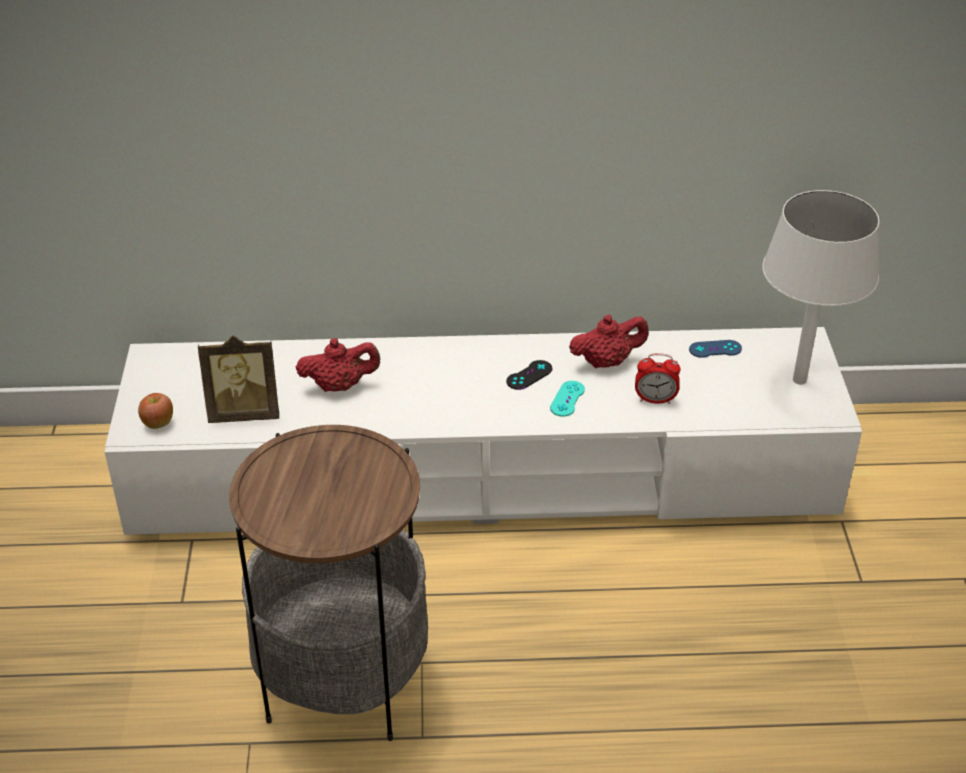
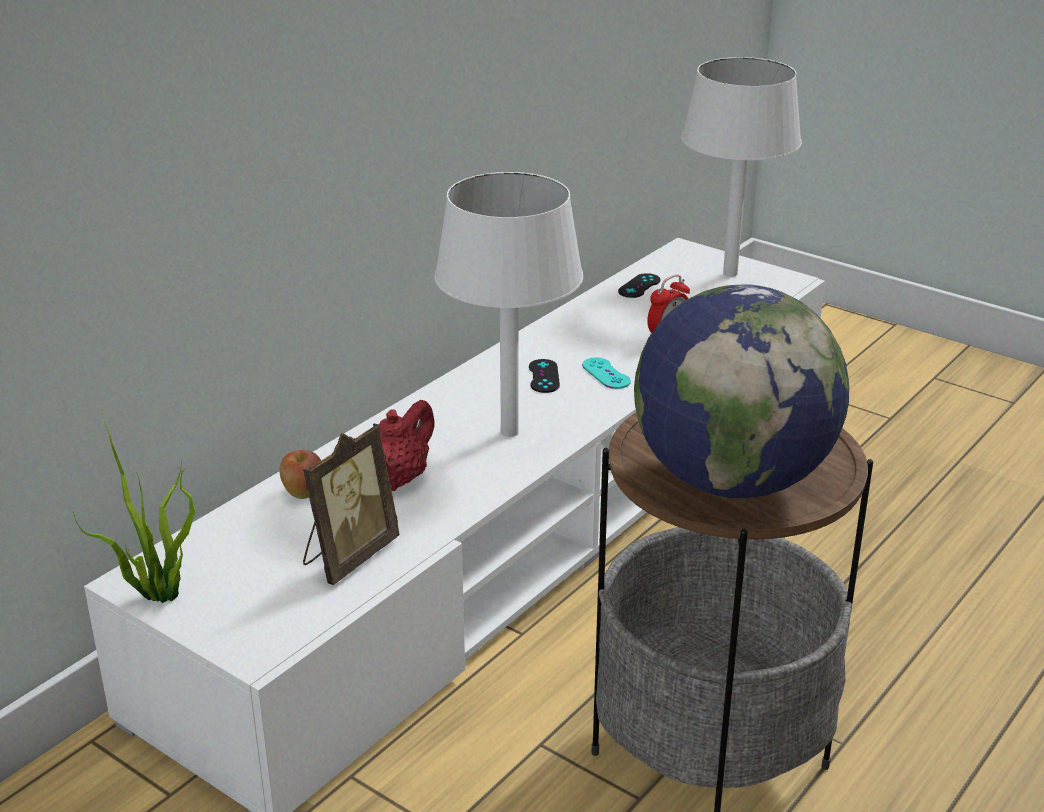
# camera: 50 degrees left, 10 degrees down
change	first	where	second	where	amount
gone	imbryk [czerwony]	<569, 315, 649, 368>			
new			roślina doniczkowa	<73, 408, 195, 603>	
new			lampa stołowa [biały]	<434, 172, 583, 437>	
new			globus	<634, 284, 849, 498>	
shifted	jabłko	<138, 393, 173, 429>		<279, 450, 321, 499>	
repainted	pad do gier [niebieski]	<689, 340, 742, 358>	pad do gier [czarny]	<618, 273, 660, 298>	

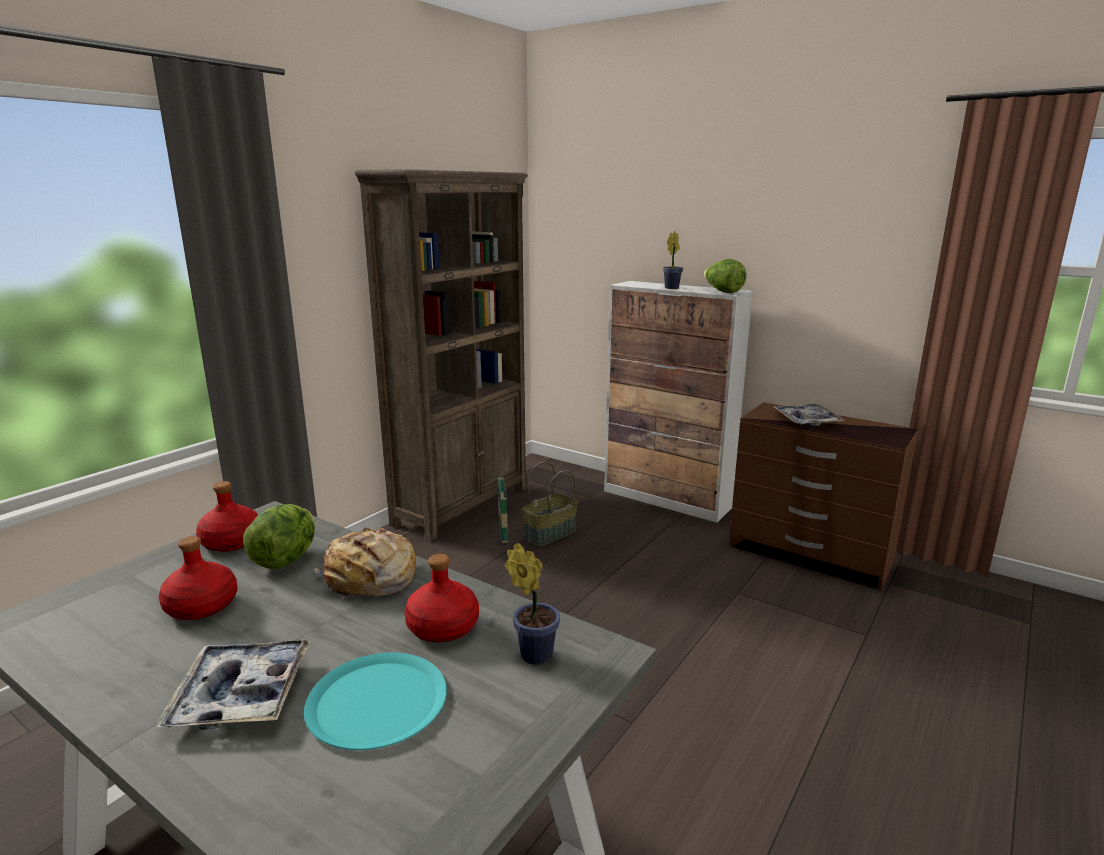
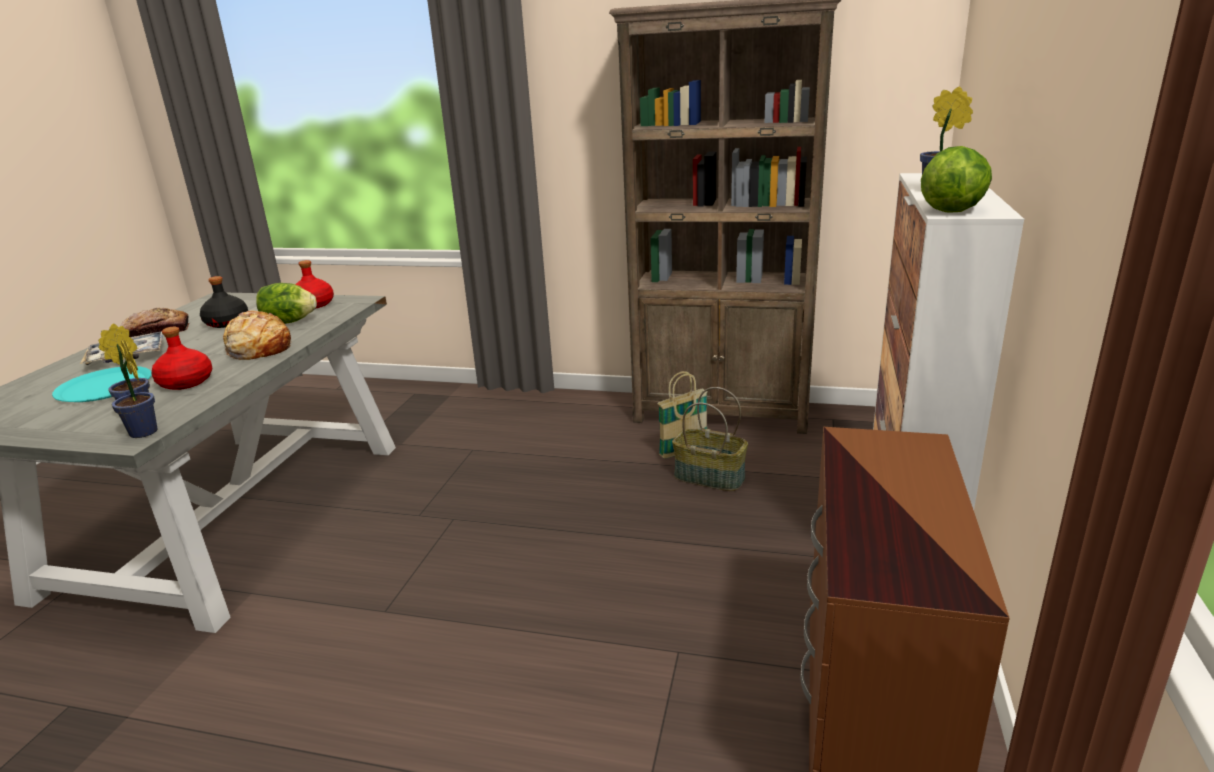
# camera: 70 degrees right, 5 degrees up
change	first	where	second	where	amount
gone	taca	<774, 404, 846, 427>			
new			roślina doniczkowa	<112, 340, 158, 438>	
new			chleb	<121, 308, 189, 337>	
repainted	butelka [czerwony]	<159, 536, 237, 620>	butelka [czarny]	<200, 276, 248, 328>	

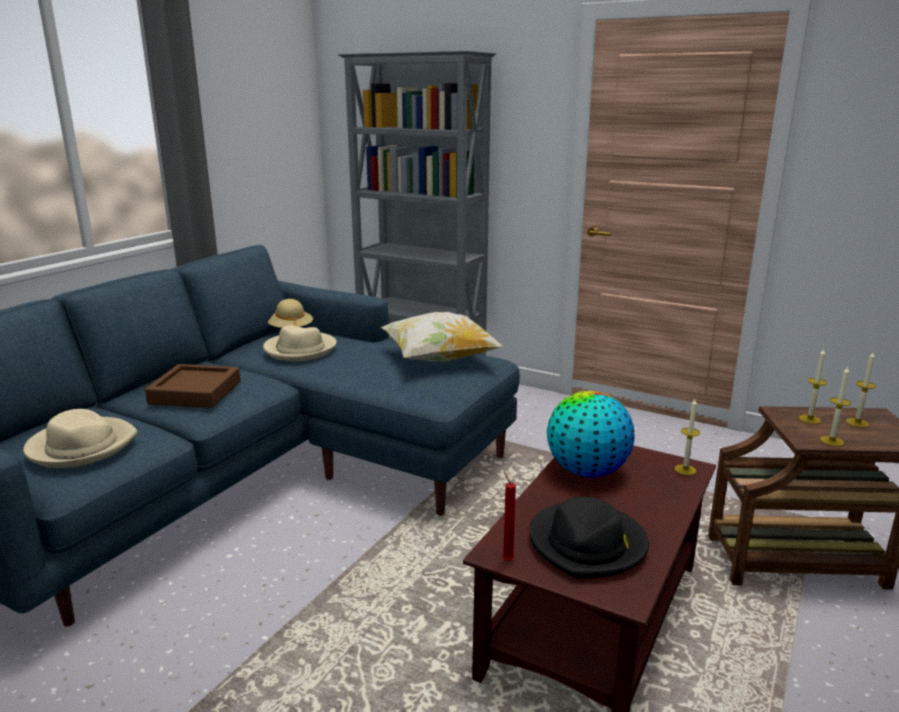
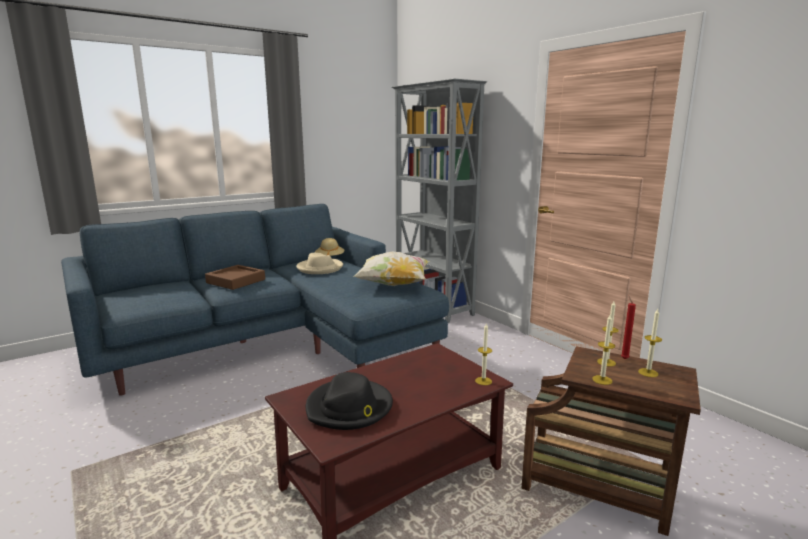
# camera: 25 degrees right, 5 degrees down
change	first	where	second	where	amount
gone	kapelusz [beżowy]	<23, 409, 138, 468>			
gone	globus	<547, 391, 634, 477>			
shifted	świeca [czerwony]	<502, 472, 516, 561>		<621, 296, 636, 359>	

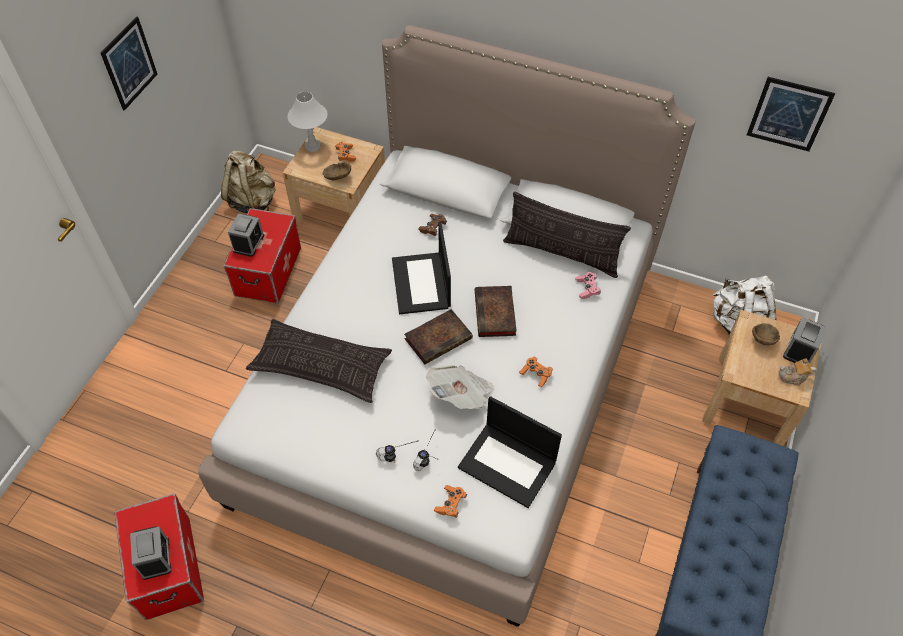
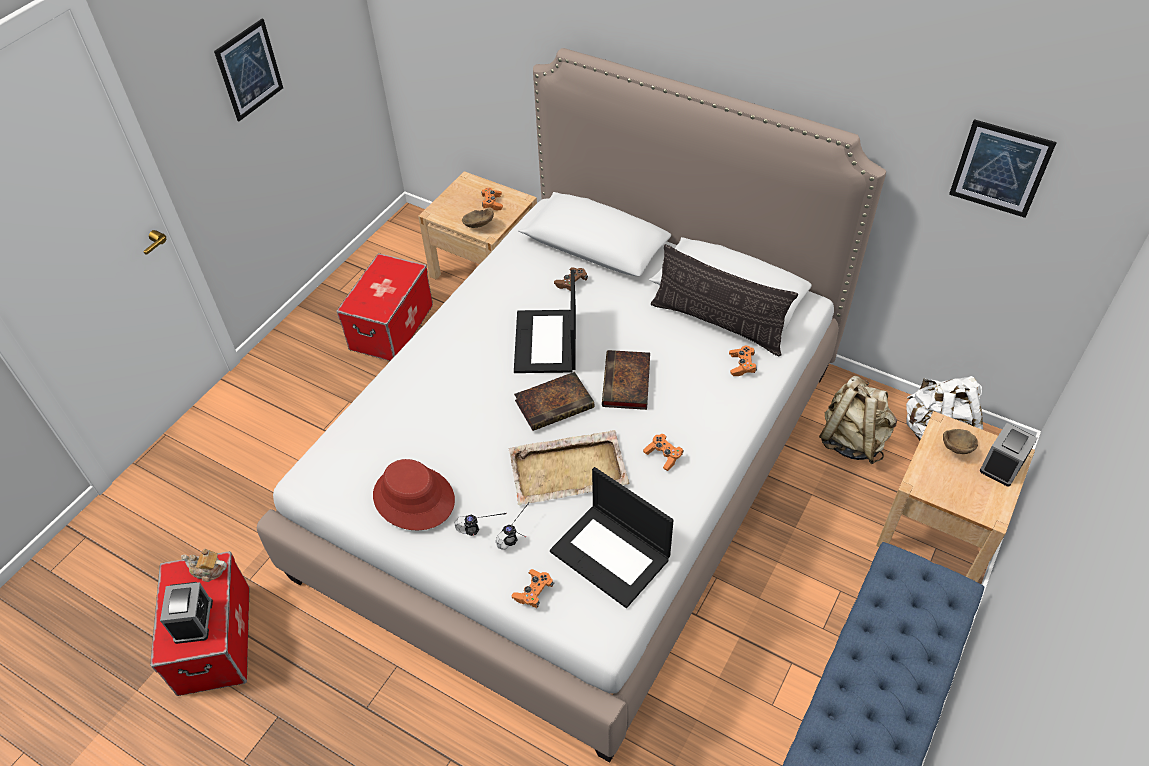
# camera: 10 degrees right, 5 degrees down
change	first	where	second	where	amount
gone	budzik	<228, 213, 264, 257>			
gone	poduszka	<246, 319, 392, 403>			
gone	lampa stołowa [biały]	<288, 91, 327, 152>			
new			kapelusz [czerwony]	<373, 459, 455, 531>	
shifted	plecak [beżowy]	<221, 151, 276, 213>		<819, 376, 897, 464>	
shifted	imbryk	<779, 358, 817, 386>		<181, 549, 227, 582>	
swapped	gazeta	<426, 365, 493, 409>	taca [beżowy]	<509, 430, 630, 506>	
repainted	pad do gier [różowy]	<575, 272, 601, 299>	pad do gier [pomarańczowy]	<729, 346, 757, 376>	

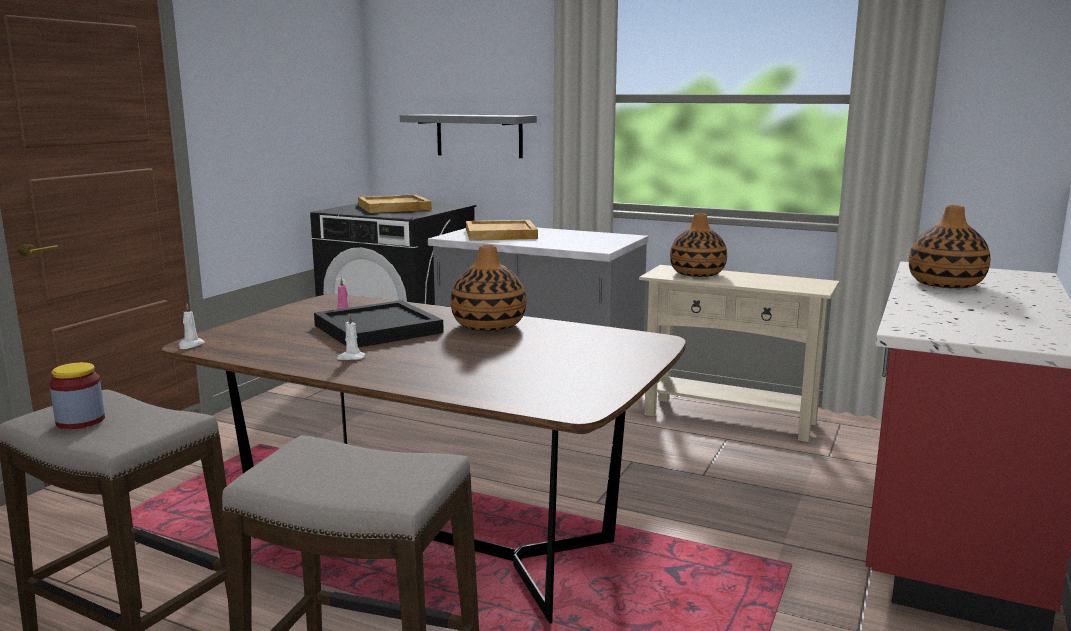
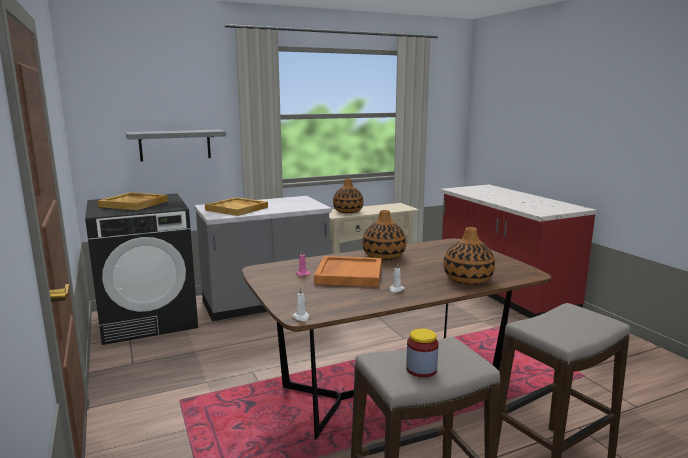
# camera: 50 degrees left, 0 degrees up
change	first	where	second	where	amount
shifted	wazon	<909, 205, 990, 288>		<444, 227, 495, 285>	
repainted	taca [czarny]	<314, 300, 444, 348>	taca [pomarańczowy]	<314, 256, 382, 287>	

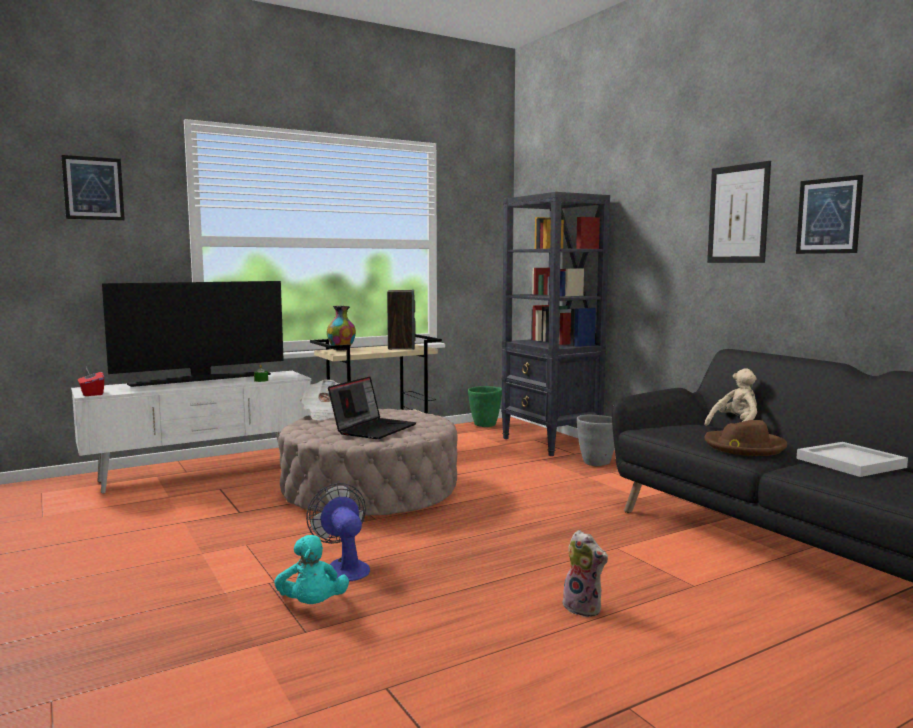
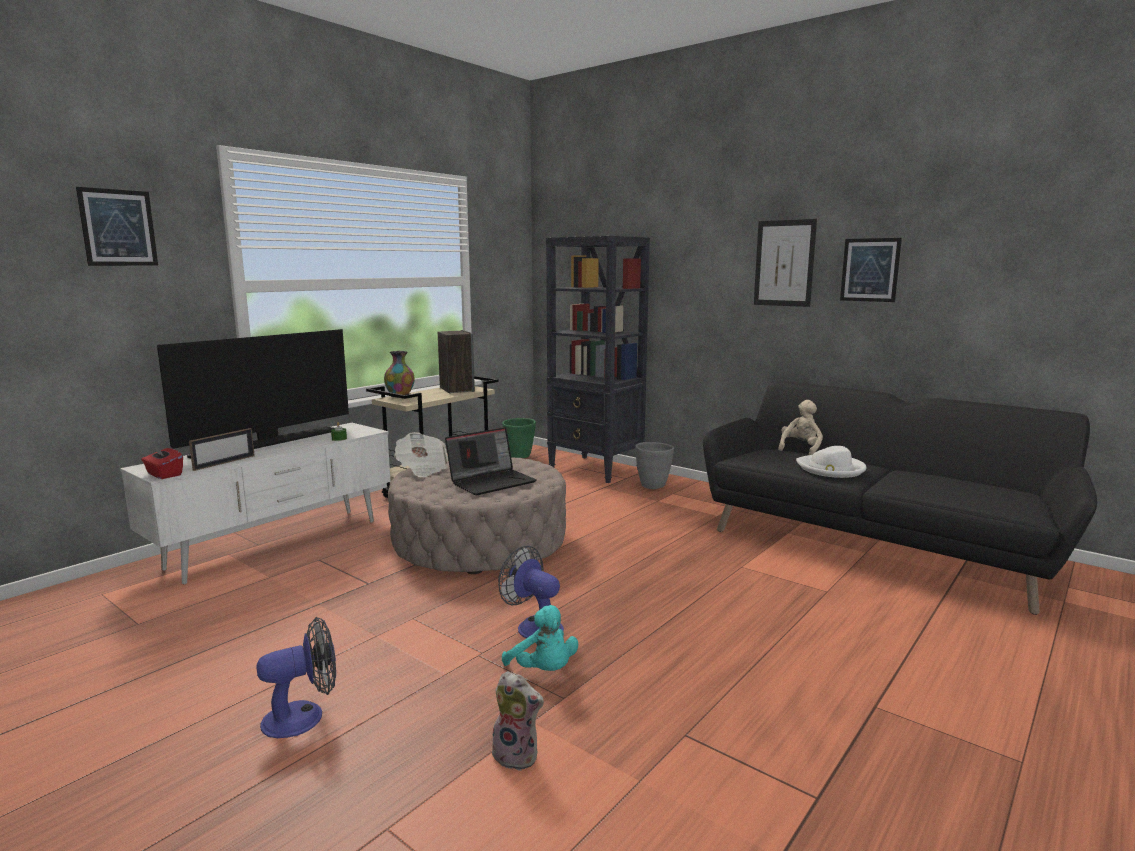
# camera: 20 degrees left, 5 degrees up
change	first	where	second	where	amount
gone	taca [biały]	<797, 442, 908, 477>			
new			ramka na zdjęcie	<189, 428, 255, 471>	
new			wentylator	<256, 617, 336, 738>	
shifted	pluszak	<562, 530, 608, 617>		<492, 671, 544, 771>	
repainted	kapelusz [brązowy]	<705, 420, 787, 456>	kapelusz [biały]	<796, 446, 866, 478>	
rotated	laptop	<328, 376, 416, 439>		<445, 427, 536, 495>	45 degrees clockwise

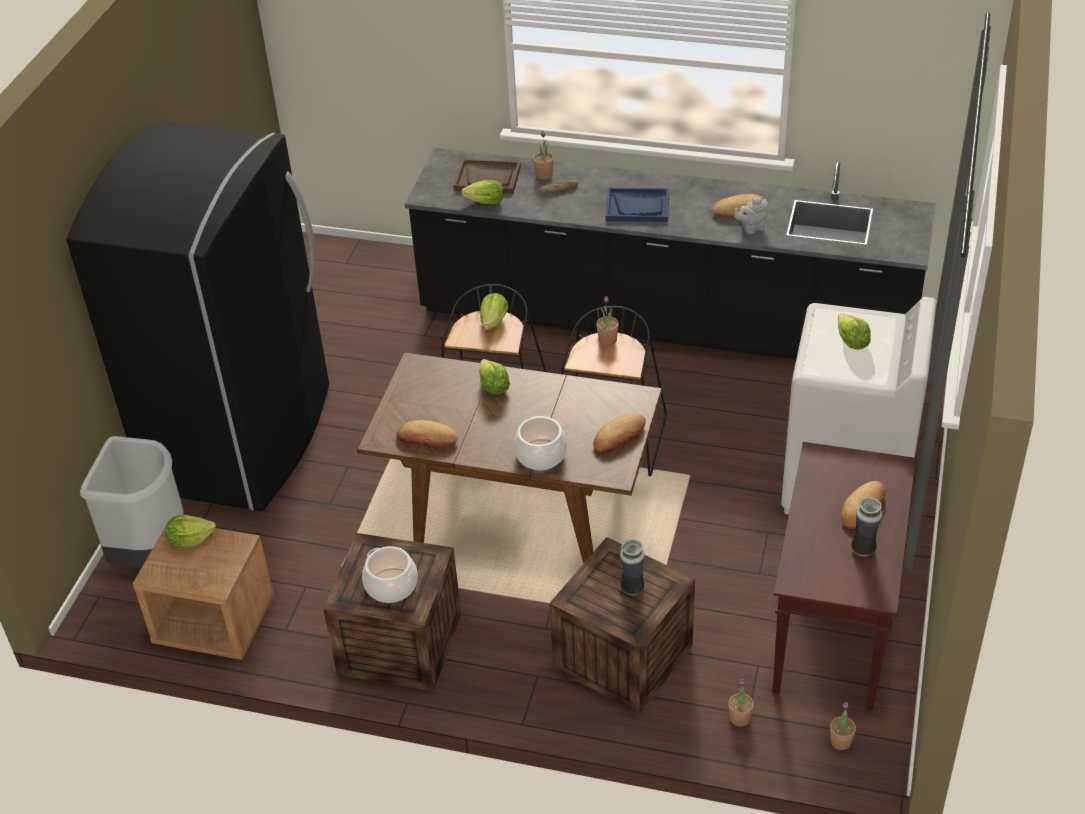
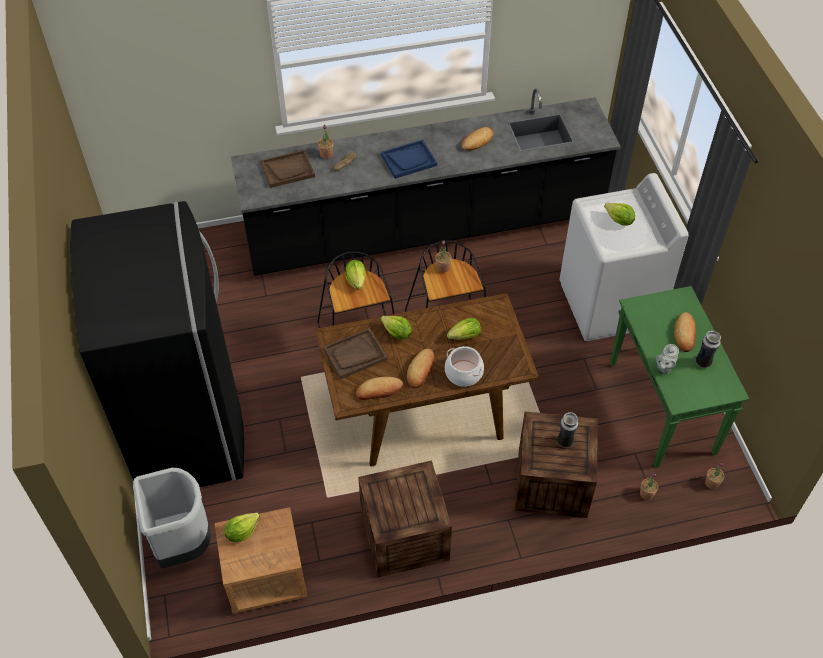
# camera: 30 degrees left, 10 degrees up
change	first	where	second	where	amount
gone	garnek	<362, 546, 418, 603>			
new			taca [brązowy]	<323, 328, 388, 379>	
shifted	sałata	<461, 180, 503, 205>		<447, 318, 481, 340>	
shifted	chleb	<593, 414, 646, 454>		<407, 349, 435, 388>	
shifted	imbryk [szary]	<734, 197, 768, 234>		<656, 344, 679, 374>	
repainted	stolik konsolowy [brązowy]	<773, 442, 916, 710>	stolik konsolowy [zielony]	<610, 286, 749, 468>	

